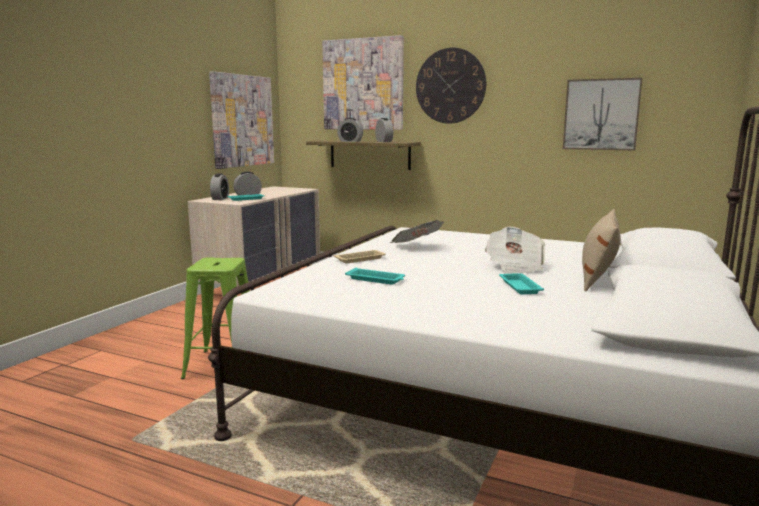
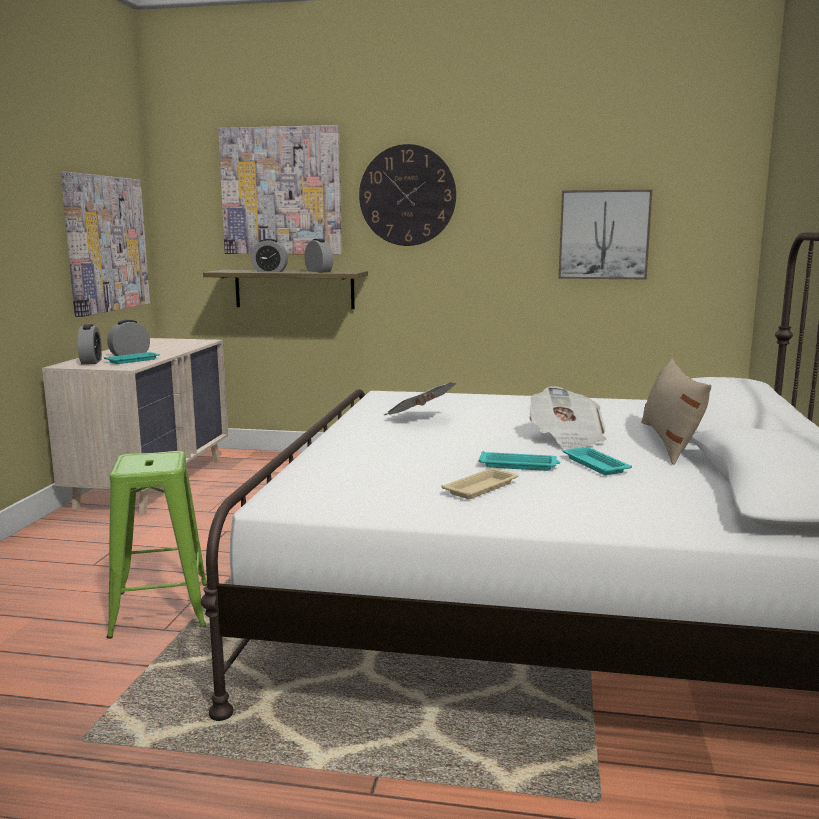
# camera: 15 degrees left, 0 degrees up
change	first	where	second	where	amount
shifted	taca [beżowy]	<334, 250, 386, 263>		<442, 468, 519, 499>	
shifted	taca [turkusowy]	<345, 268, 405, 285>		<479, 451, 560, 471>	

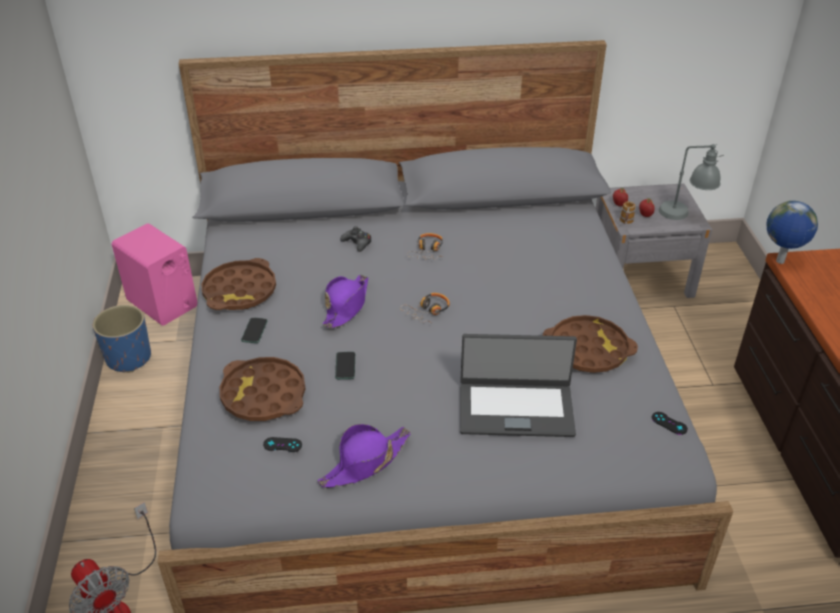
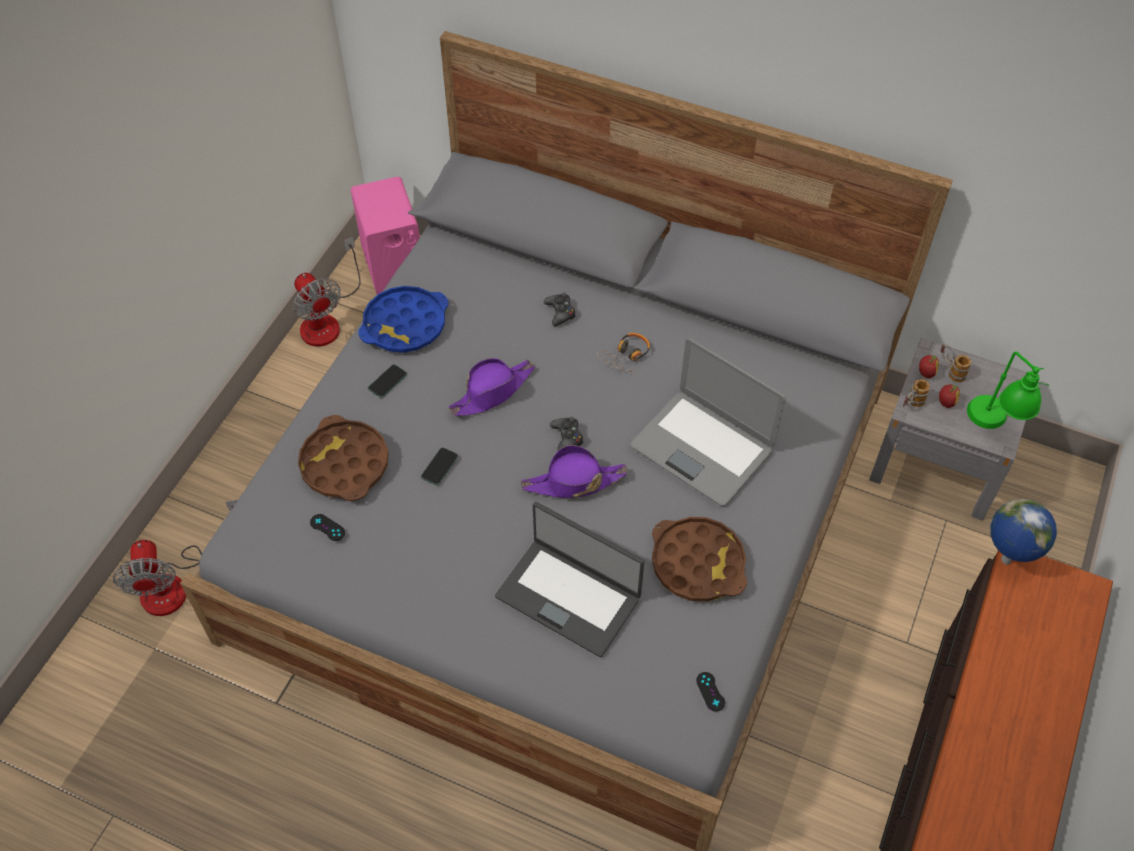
# camera: 30 degrees right, 15 degrees up
change	first	where	second	where	amount
new			laptop	<631, 338, 786, 506>	
new			kubek	<941, 344, 971, 382>	
shifted	kapelusz [fioletowy]	<318, 424, 411, 488>		<521, 445, 628, 498>	
swapped	donica [niebieski]	<93, 305, 151, 373>	wentylator	<293, 237, 361, 347>	
swapped	słuchawki	<400, 293, 450, 323>	pad do gier [czarny]	<550, 417, 584, 451>	
repainted	taca [brązowy]	<201, 258, 276, 310>	taca [niebieski]	<358, 286, 448, 353>	
repainted	lampa stołowa [szary]	<659, 144, 724, 220>	lampa stołowa [zielony]	<967, 352, 1049, 429>	

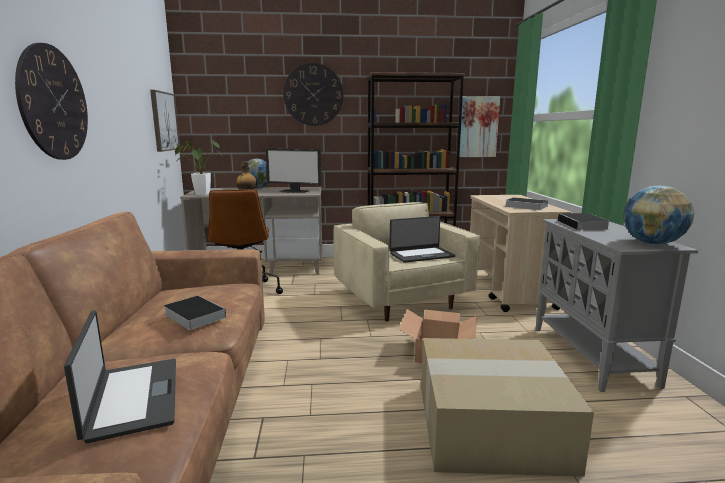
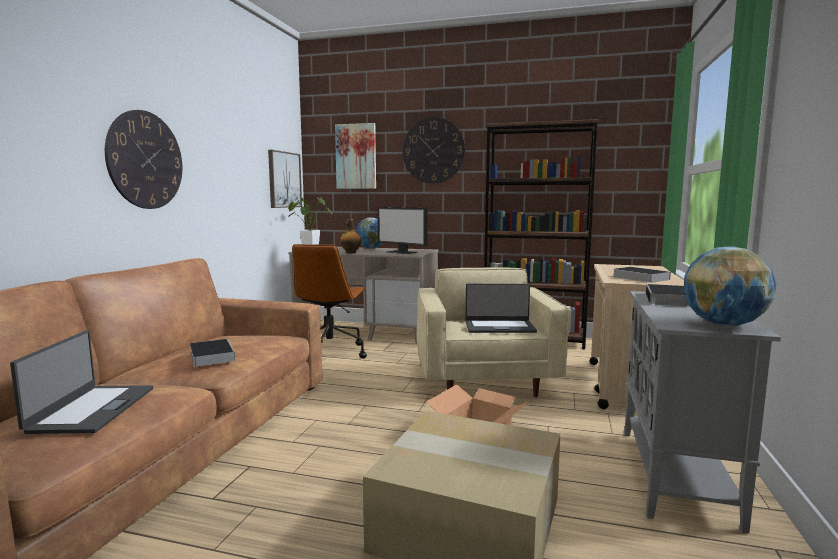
# camera: 20 degrees right, 5 degrees down
change	first	where	second	where	amount
shifted	obraz	<459, 96, 500, 157>		<335, 123, 376, 189>	

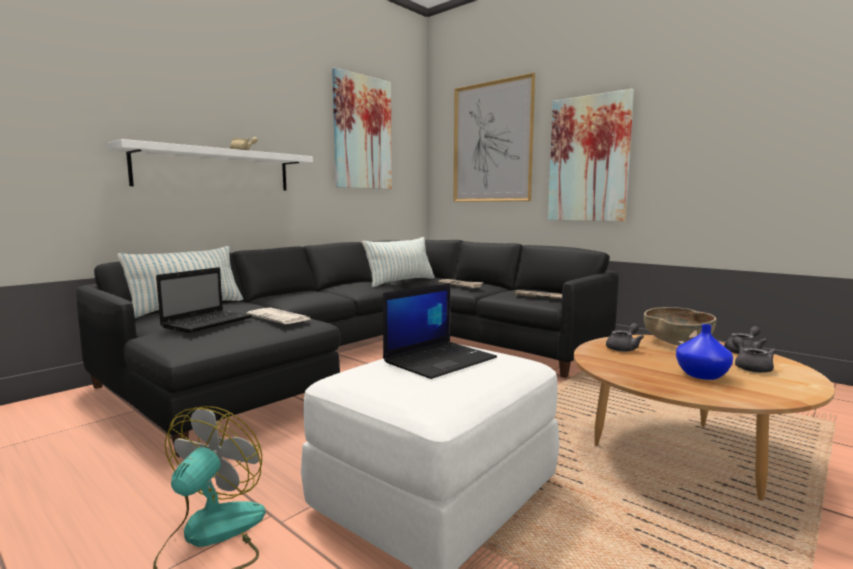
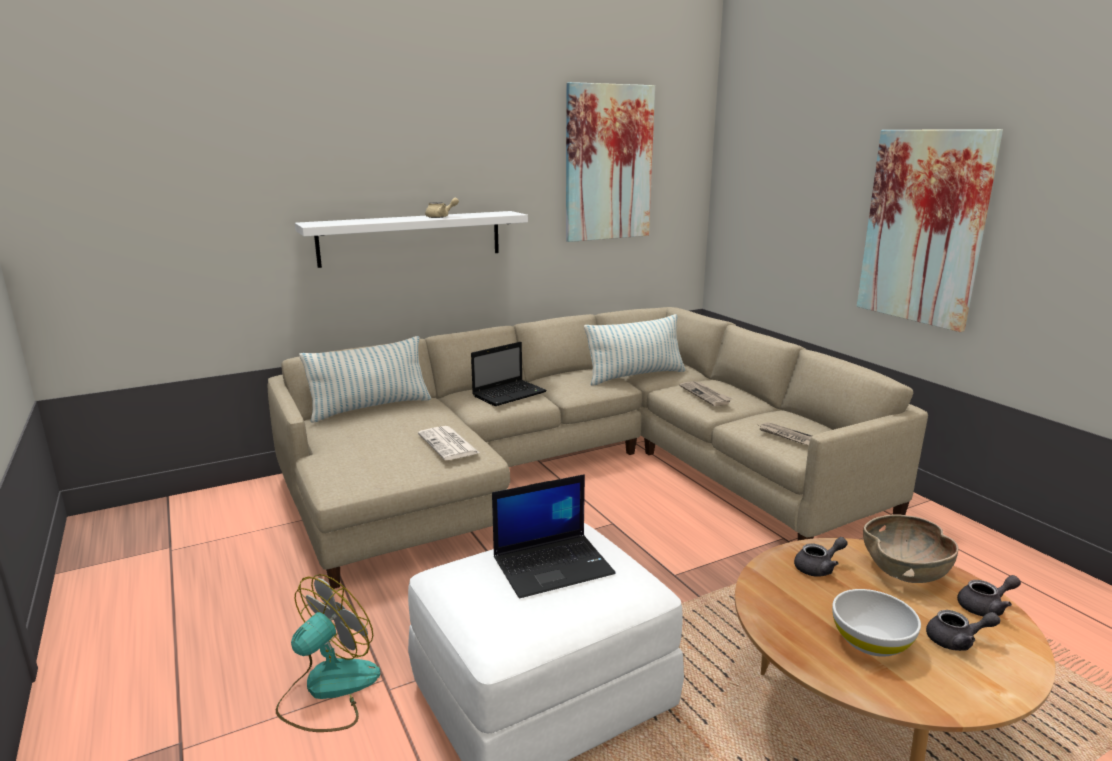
# camera: 20 degrees right, 10 degrees up
change	first	where	second	where	amount
gone	obraz	<453, 73, 535, 202>			
shifted	laptop	<156, 267, 252, 333>		<471, 342, 547, 406>	
swapped	wazon [niebieski]	<676, 324, 733, 380>	miska [biały]	<832, 589, 921, 656>	
repainted	kanapa [czarny]	<76, 239, 619, 457>	kanapa [beżowy]	<267, 307, 928, 589>	
rotated	imbryk [szary]	<732, 337, 776, 373>		<926, 610, 1000, 651>	75 degrees clockwise

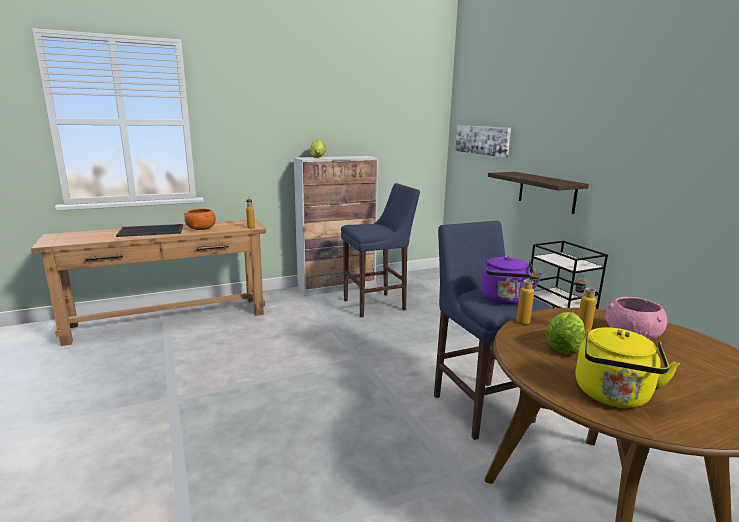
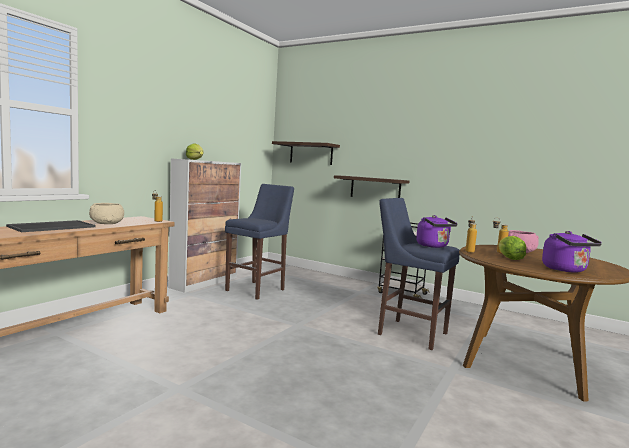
# camera: 35 degrees left, 10 degrees down
change	first	where	second	where	amount
swapped	obraz	<455, 125, 511, 158>	półka	<272, 141, 340, 165>	
repainted	miska [pomarańczowy]	<184, 209, 216, 230>	miska [beżowy]	<89, 203, 124, 224>	
repainted	czajnik [żółty]	<575, 327, 680, 408>	czajnik [fioletowy]	<542, 231, 602, 273>	

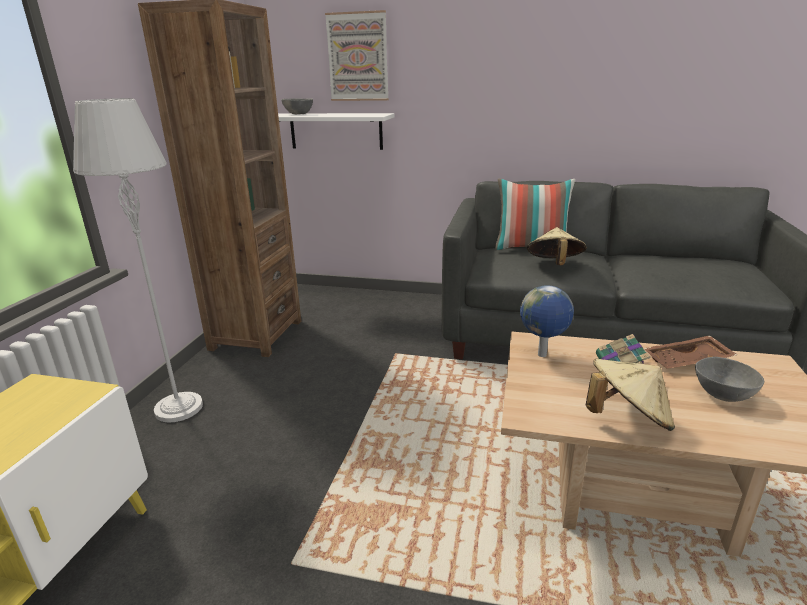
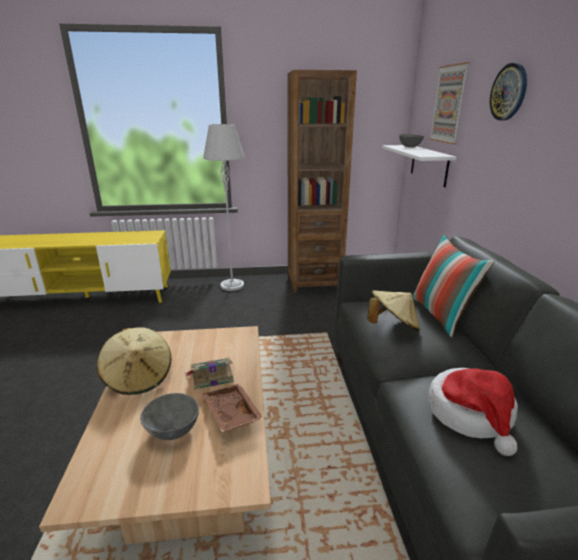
# camera: 70 degrees right, 0 degrees up
change	first	where	second	where	amount
gone	globus	<520, 285, 574, 357>			
new			kapelusz	<428, 368, 518, 456>	
new			zegar ścienny	<490, 63, 527, 121>	

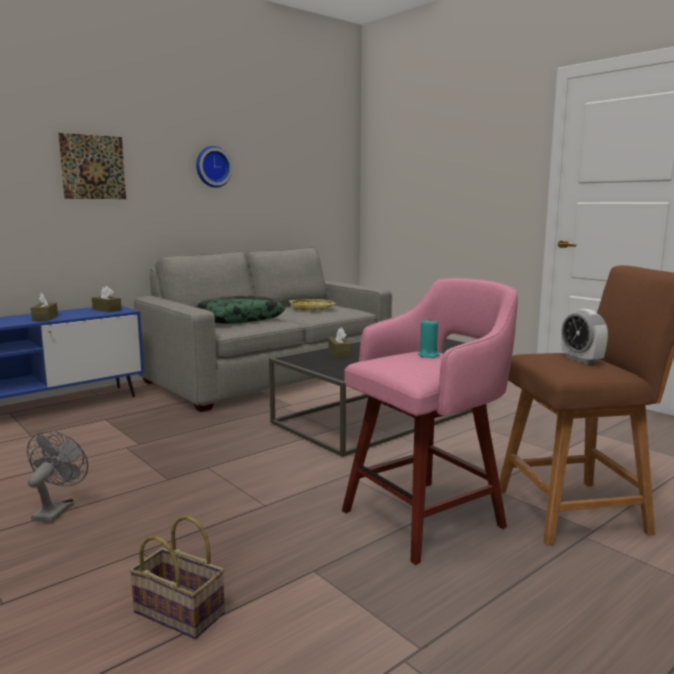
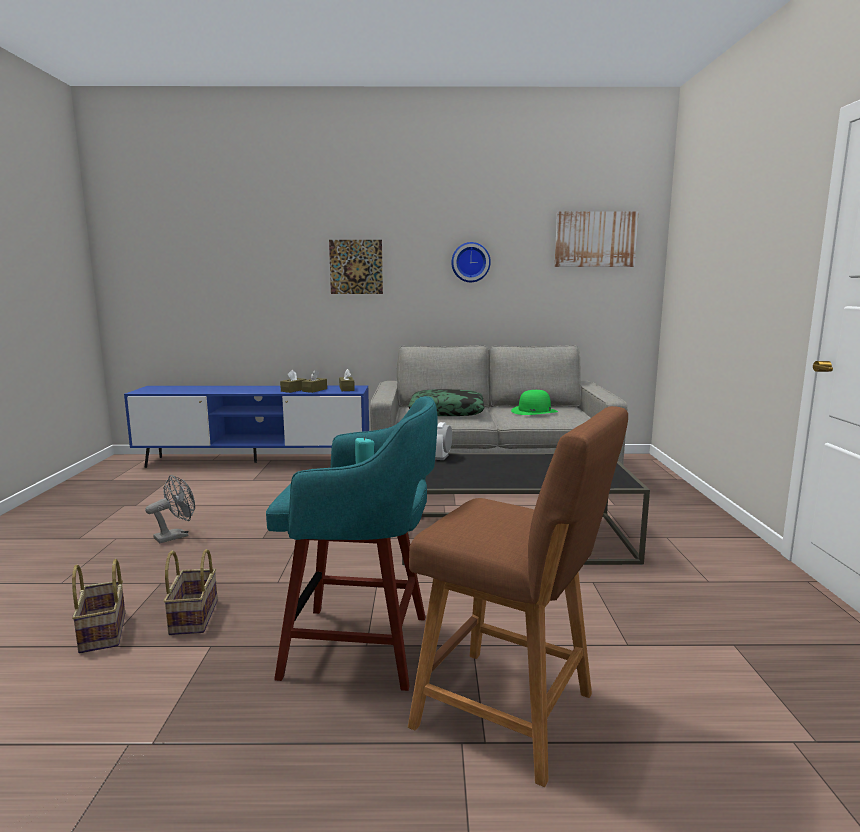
# camera: 40 degrees right, 0 degrees up
change	first	where	second	where	amount
new			koszyk	<164, 549, 218, 635>	
new			obraz	<555, 211, 639, 267>	
shifted	pudełko chusteczek [brązowy]	<329, 328, 351, 358>		<302, 370, 327, 393>	
shifted	budzik	<561, 309, 608, 364>		<435, 422, 452, 460>	
swapped	taca [żółty]	<289, 299, 336, 311>	kapelusz [zielony]	<511, 390, 558, 415>	
repainted	stołek [różowy]	<342, 278, 518, 565>	stołek [turkusowy]	<266, 396, 437, 691>	

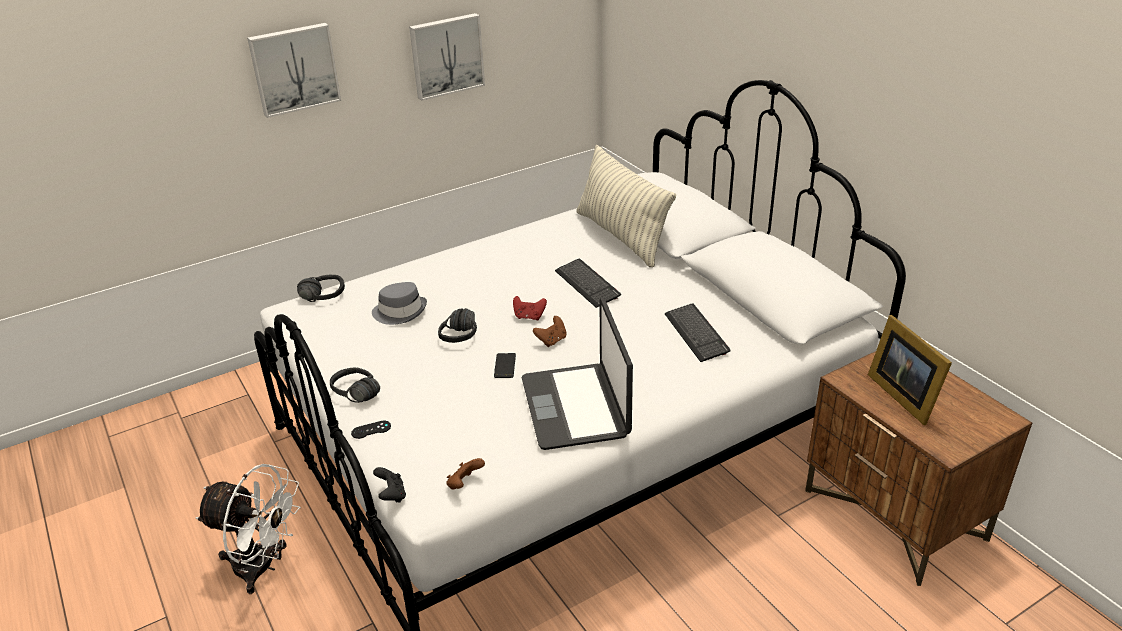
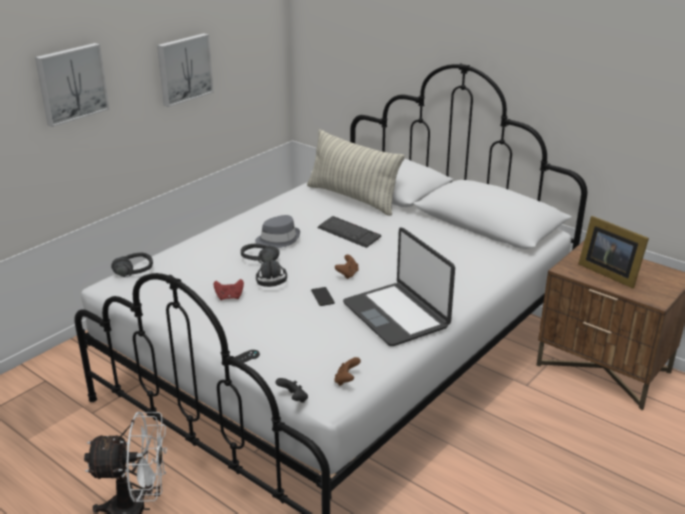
# camera: 20 degrees left, 5 degrees down
change	first	where	second	where	amount
gone	klawiatura	<665, 303, 731, 362>			
shifted	słuchawki [czarny]	<330, 368, 380, 403>		<241, 243, 280, 263>	
shifted	kapelusz [szary]	<372, 282, 427, 325>		<255, 215, 300, 248>	
shifted	pad do gier [czerwony]	<513, 296, 547, 320>		<214, 279, 244, 300>	

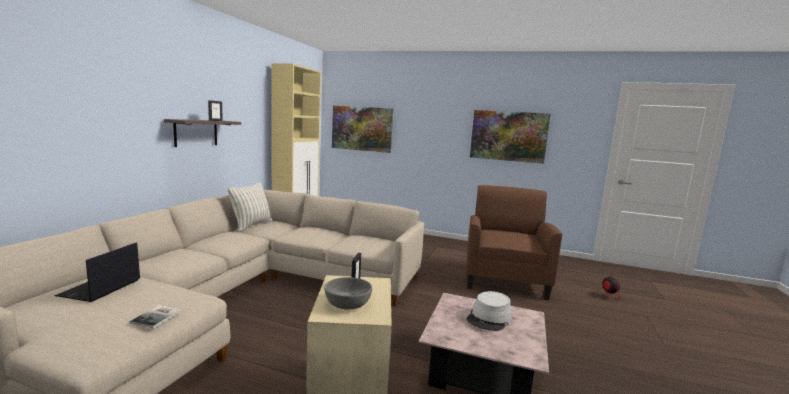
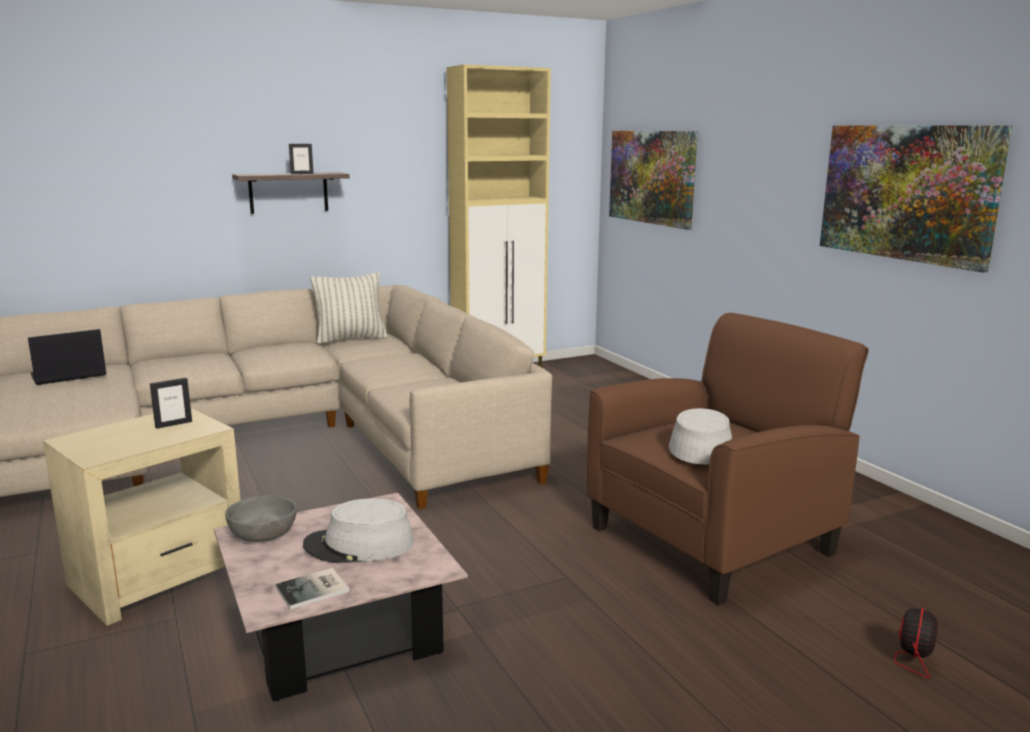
# camera: 45 degrees right, 5 degrees up
change	first	where	second	where	amount
new			kapelusz [szary]	<669, 408, 732, 464>	
shifted	książka	<129, 305, 181, 328>		<275, 568, 349, 610>	
shifted	miska [szary]	<324, 277, 372, 309>		<225, 495, 297, 542>	

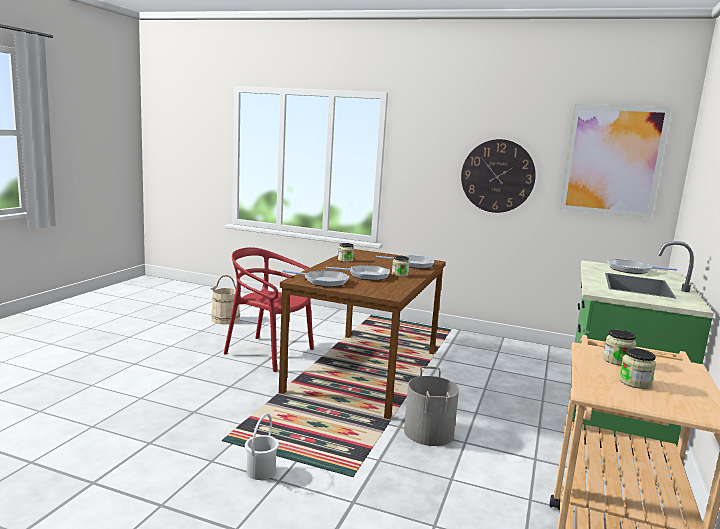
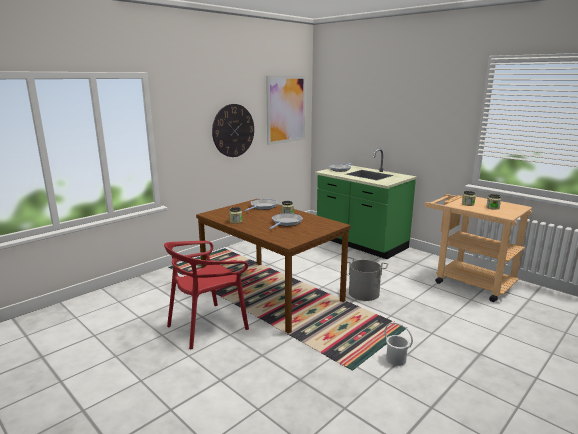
# camera: 65 degrees left, 5 degrees up
change	first	where	second	where	amount
gone	wiadro [beżowy]	<211, 275, 240, 324>			
gone	patelnia	<282, 270, 349, 287>			

